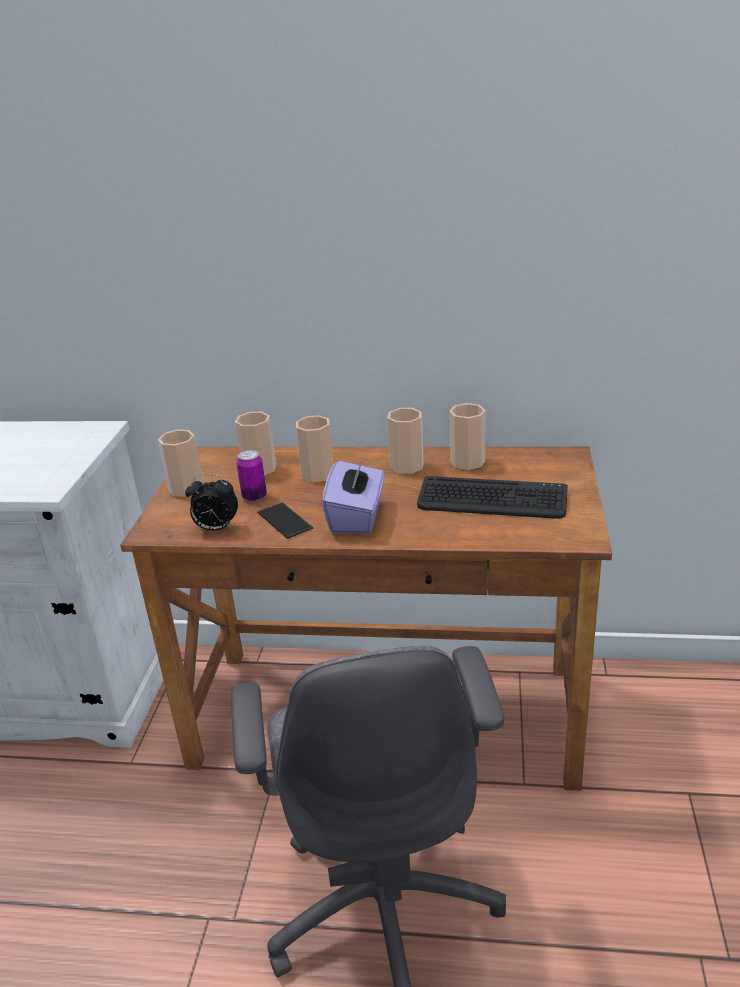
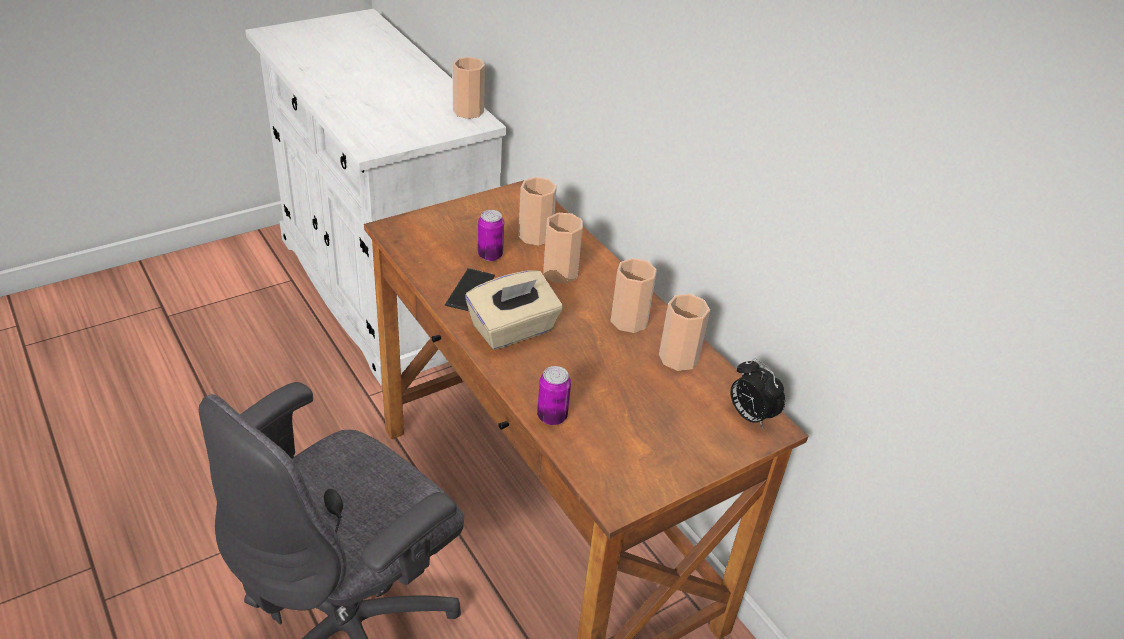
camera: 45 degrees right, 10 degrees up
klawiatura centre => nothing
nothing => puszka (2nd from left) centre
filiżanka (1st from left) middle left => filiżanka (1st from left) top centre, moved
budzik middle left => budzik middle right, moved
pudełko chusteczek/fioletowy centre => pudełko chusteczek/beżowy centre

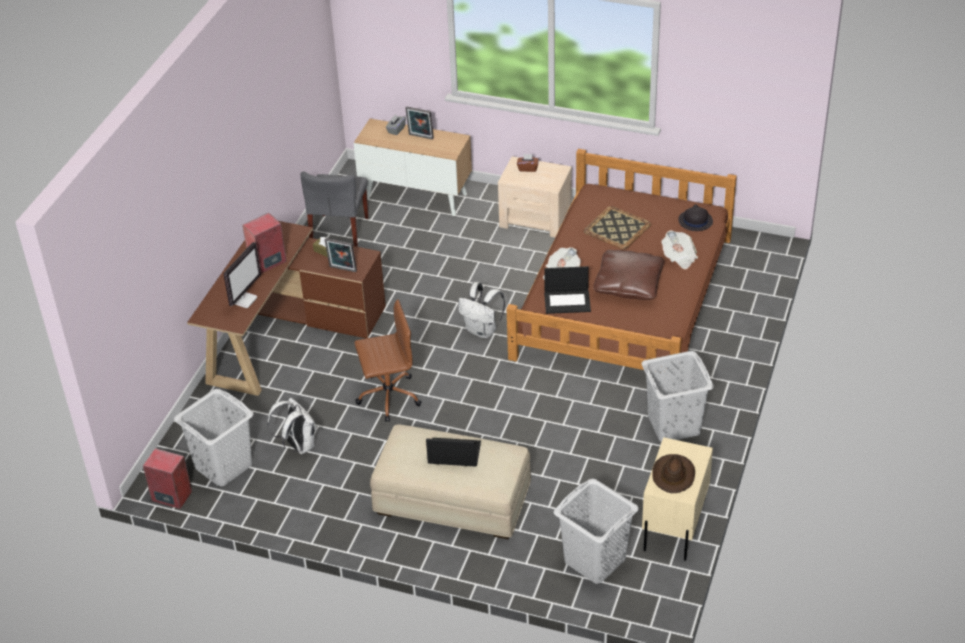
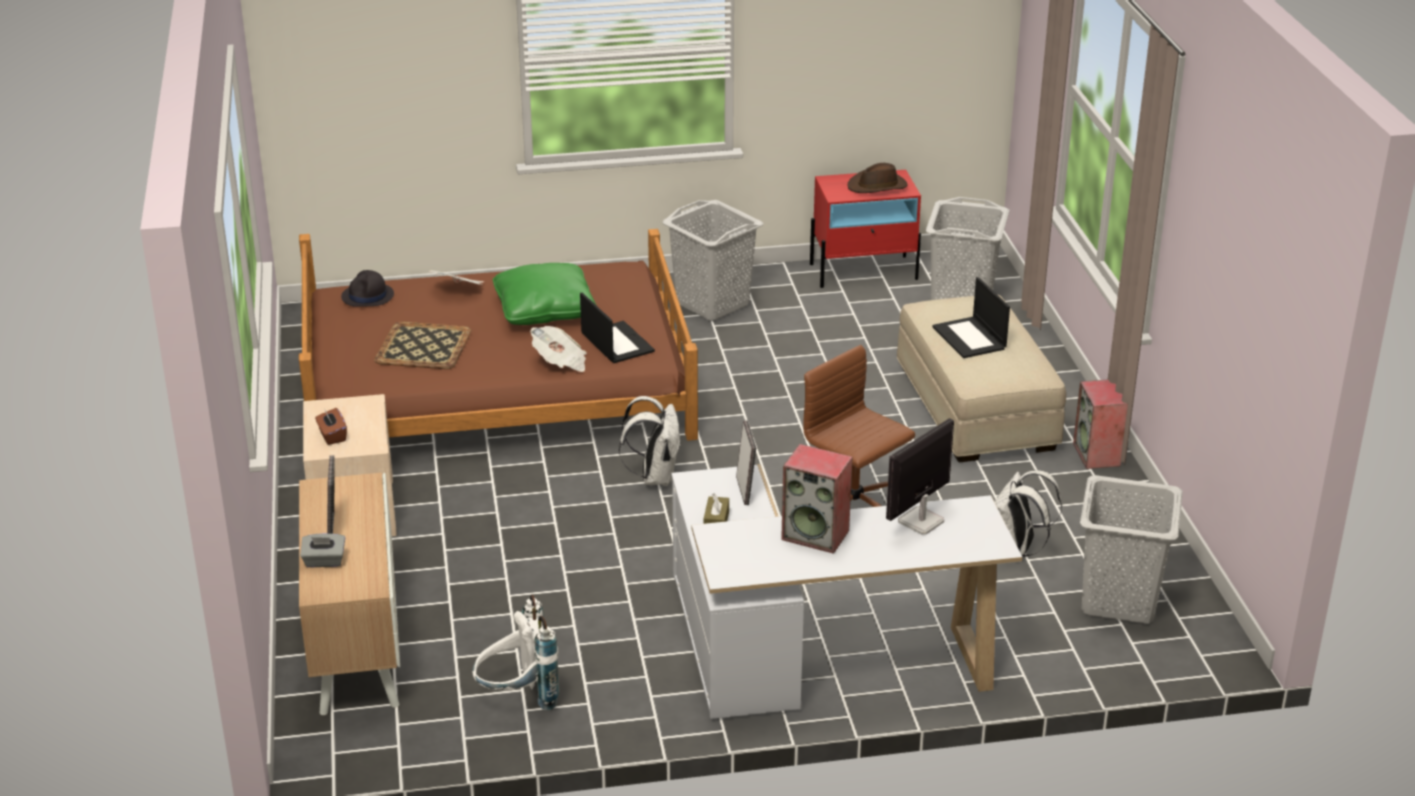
camera: 120 degrees left, 10 degrees down
głośnik (1st from left in the first image) bottom left => głośnik (2nd from left) middle right, moved
krzesło/szary top centre => plecak/biały (1st from left) bottom centre
biurko/brązowy middle left => biurko/biały bottom centre
poduszka/brązowy centre => poduszka/zielony centre
szafka nocna/beżowy (2nd from left) bottom right => szafka nocna/czerwony top centre
monitor middle left => monitor centre, 45 degrees counterclockwise

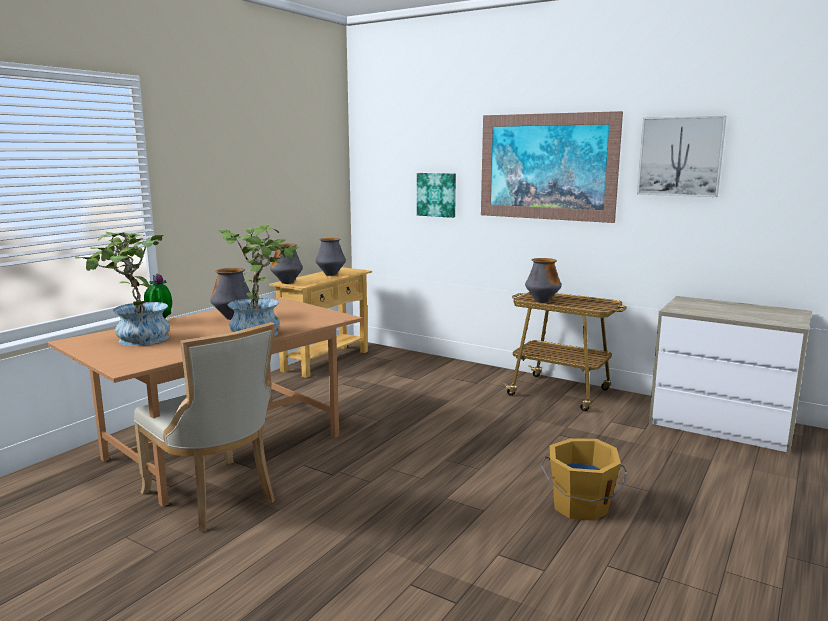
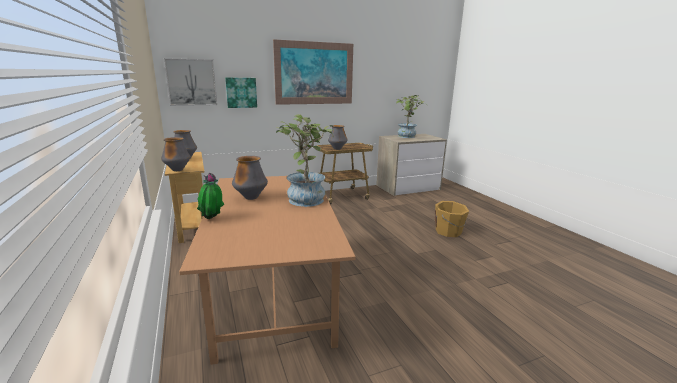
camera: 55 degrees left, 5 degrees up
krzesło/beżowy bottom left => nothing
roślina doniczkowa (1st from left in the first image) middle left => roślina doniczkowa (3rd from left) top centre, moved
obraz (3rd from left in the first image) top right => obraz (1st from left) top left, moved

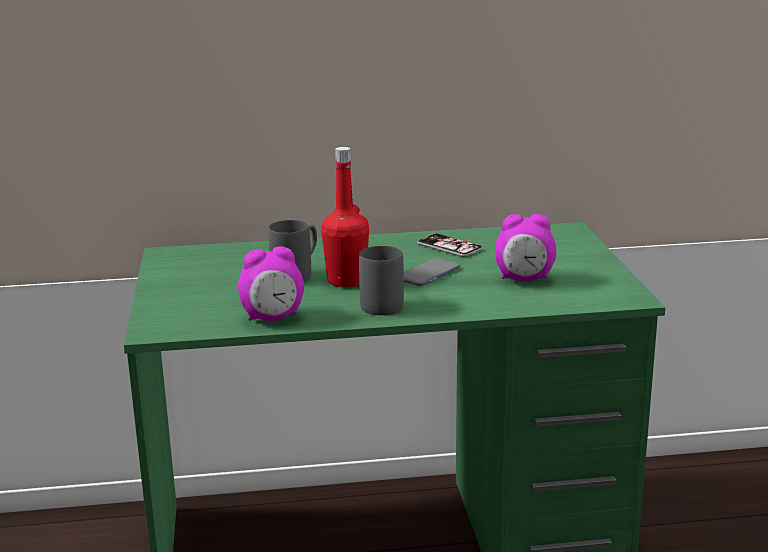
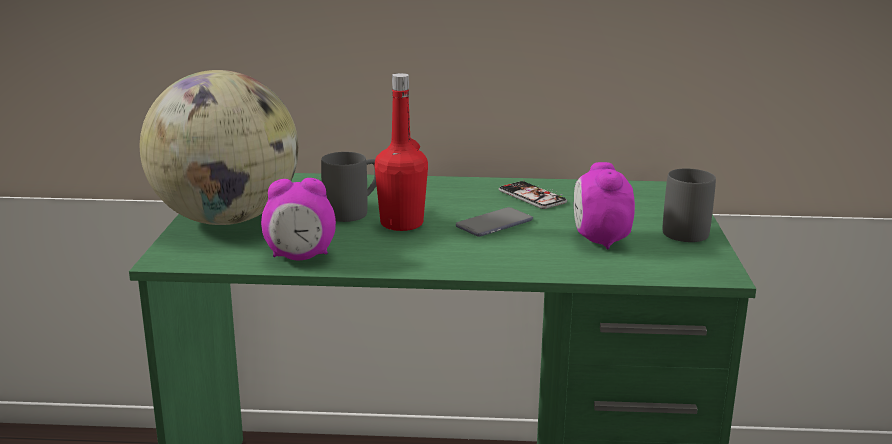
camera: 10 degrees right, 0 degrees up
nothing => globus top left
kubek/szary (2nd from left) centre => kubek/szary (2nd from left) middle right, moved
budzik (2nd from left) middle right, 75 degrees clockwise

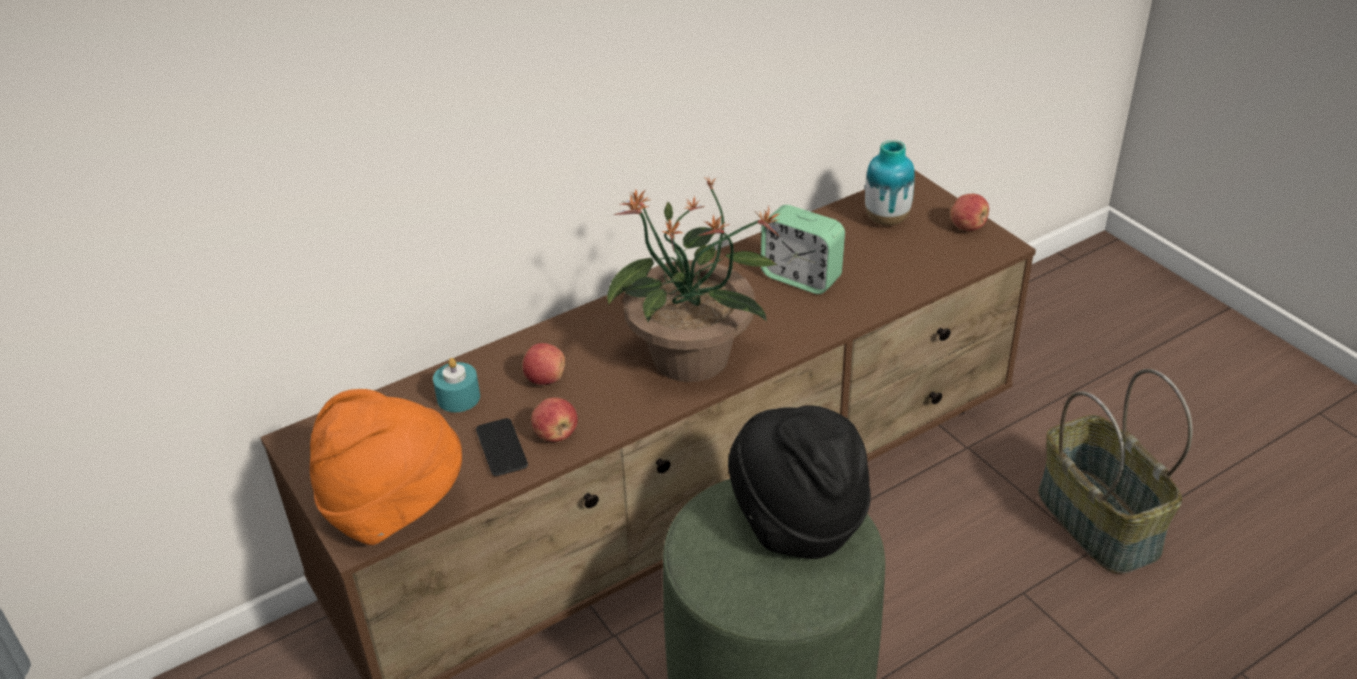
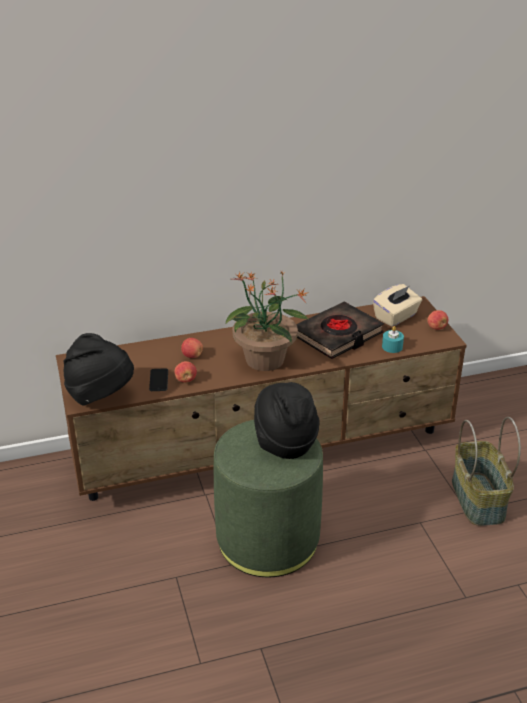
camera: 15 degrees right, 5 degrees down
świeca/turkusowy centre => świeca/turkusowy middle right, moved
budzik centre => książka/czarny centre
wazon top centre => pudełko chusteczek/beżowy middle right
kapelusz/pomarańczowy bottom left => kapelusz/czarny (1st from left) middle left

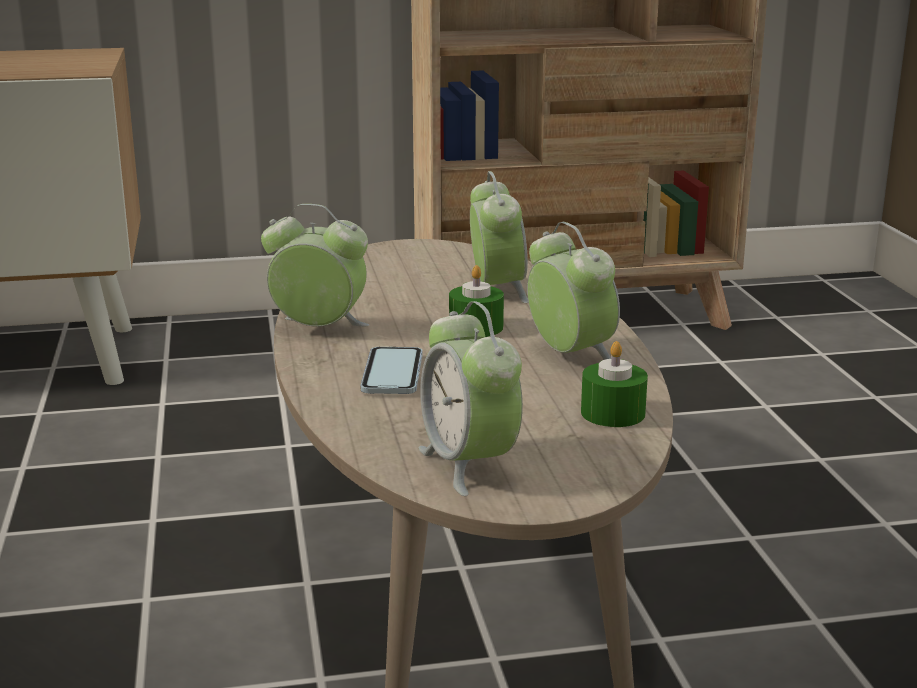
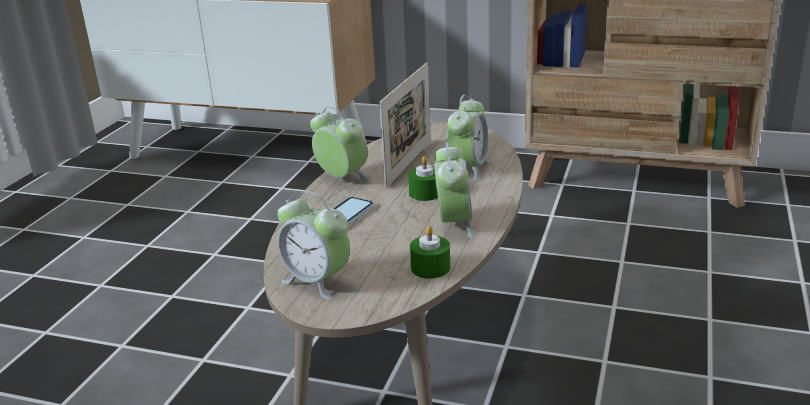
camera: 30 degrees right, 5 degrees up
nothing => ramka na zdjęcie top centre
budzik (2nd from left in the first image) centre => budzik (1st from left) centre, 60 degrees counterclockwise

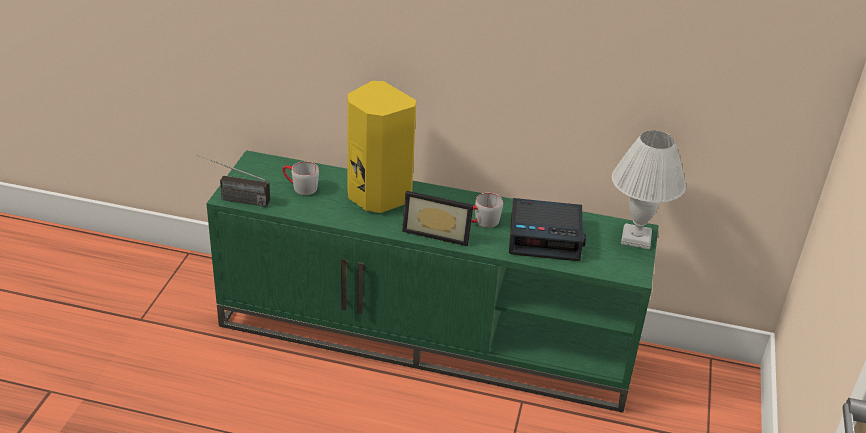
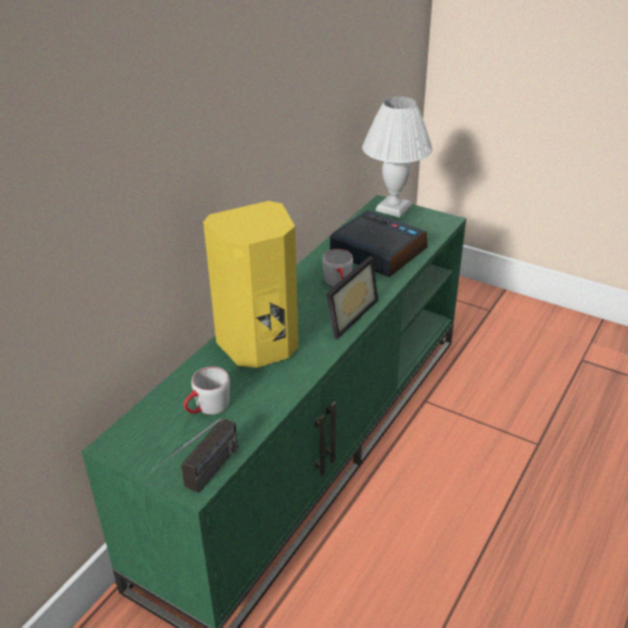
camera: 70 degrees left, 0 degrees up
budzik centre, 75 degrees counterclockwise

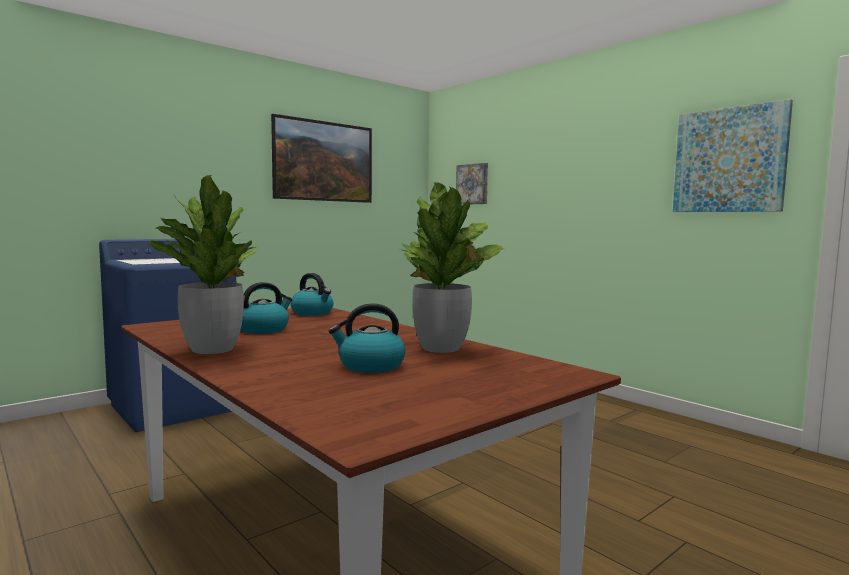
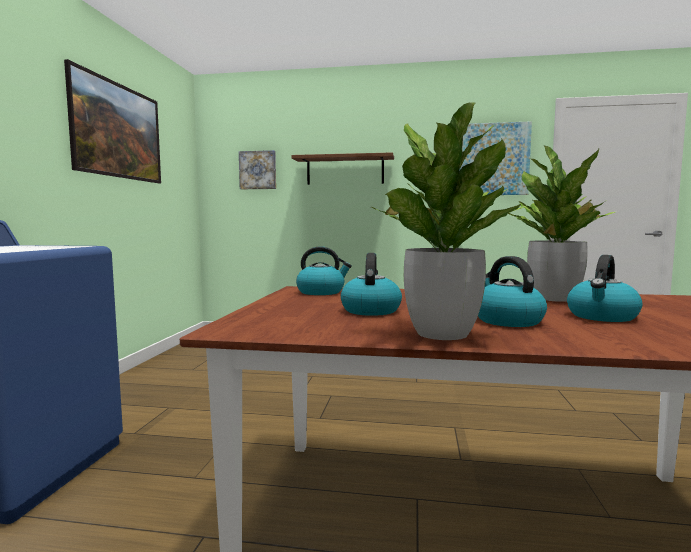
camera: 40 degrees left, 0 degrees up
nothing => półka/brązowy top centre
nothing => czajnik (3rd from left) middle right

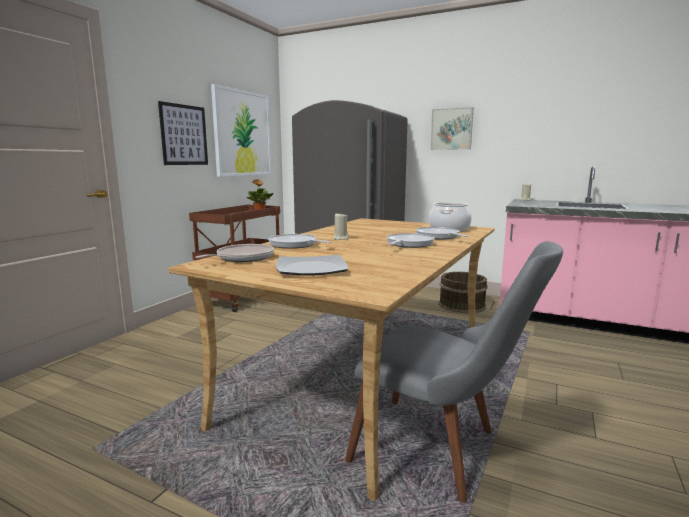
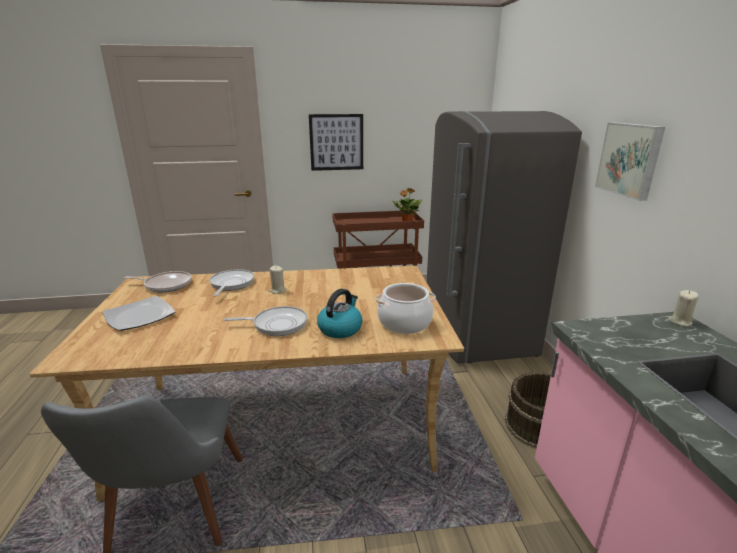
camera: 55 degrees right, 10 degrees up
obraz (2nd from left) top centre => nothing
patelnia (4th from left) centre => czajnik centre

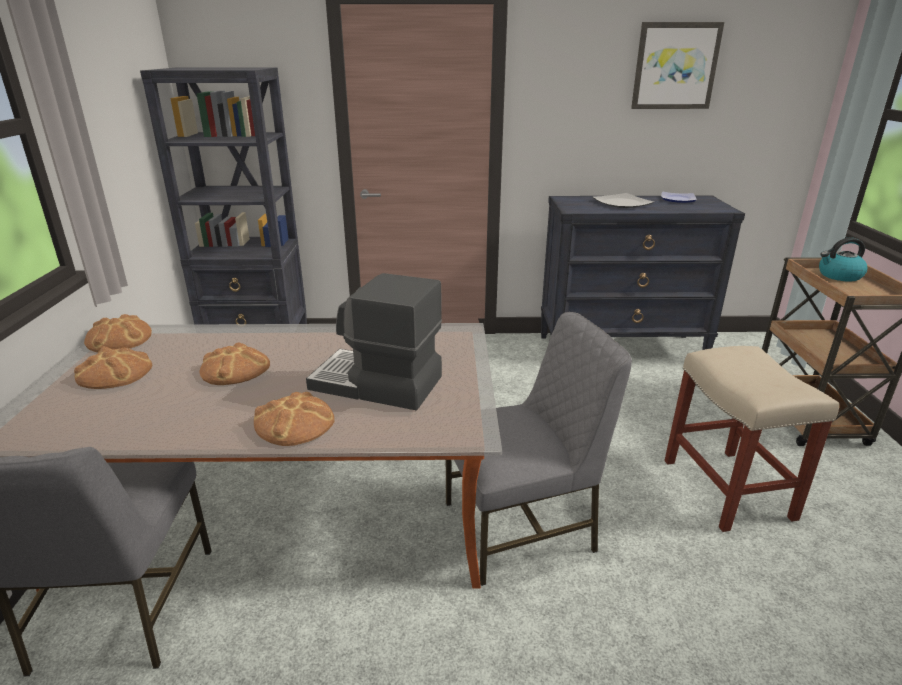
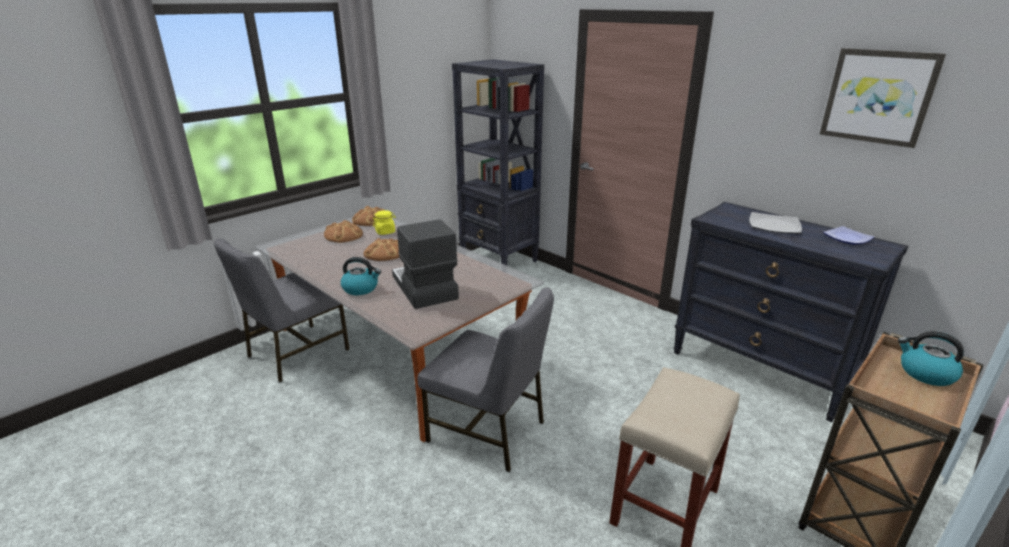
camera: 45 degrees right, 0 degrees up
nothing => słoik/żółty centre
chleb (4th from left) middle left => czajnik (1st from left) centre

